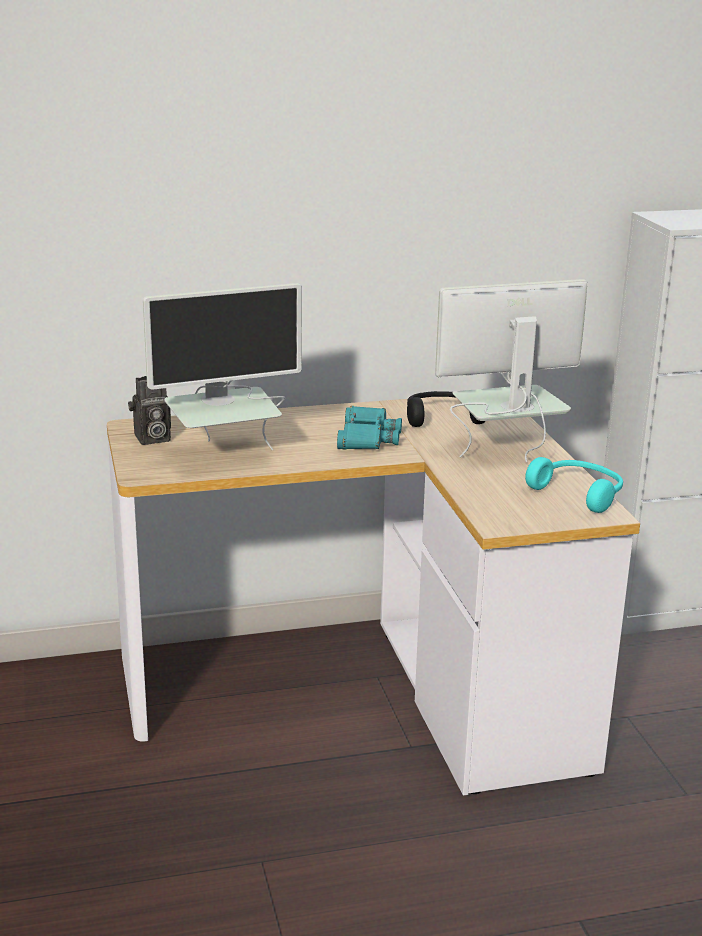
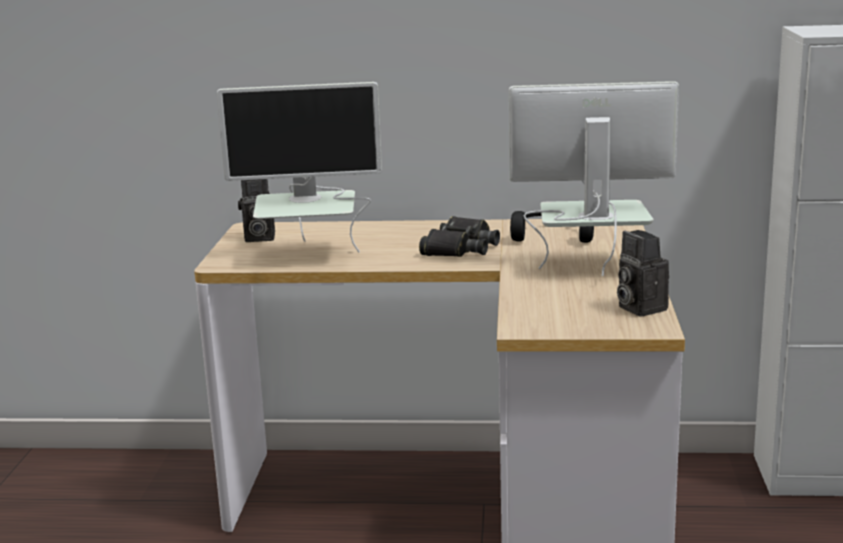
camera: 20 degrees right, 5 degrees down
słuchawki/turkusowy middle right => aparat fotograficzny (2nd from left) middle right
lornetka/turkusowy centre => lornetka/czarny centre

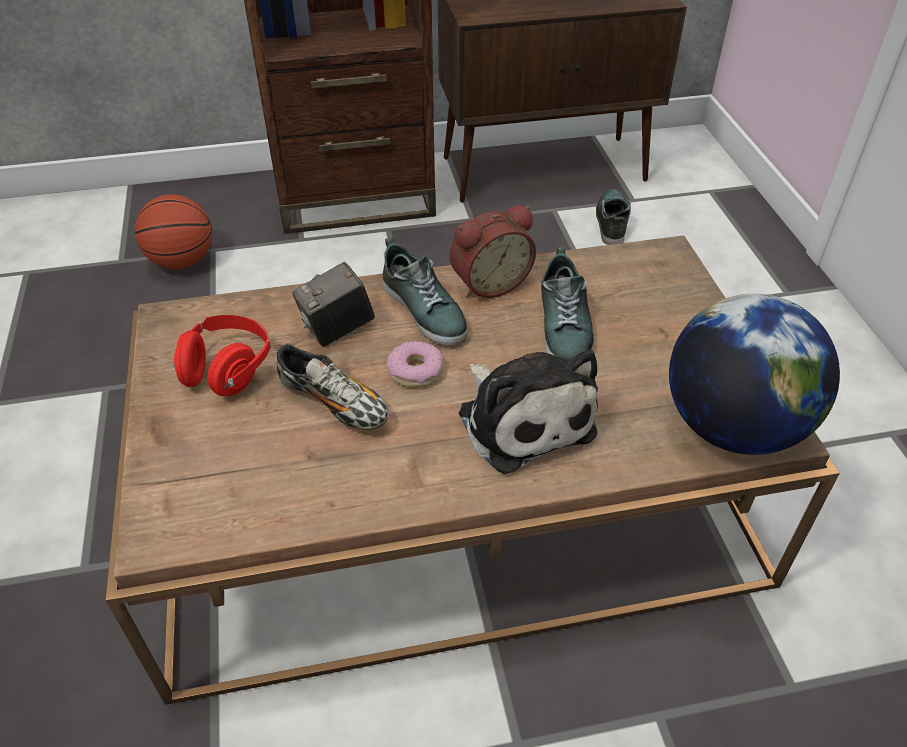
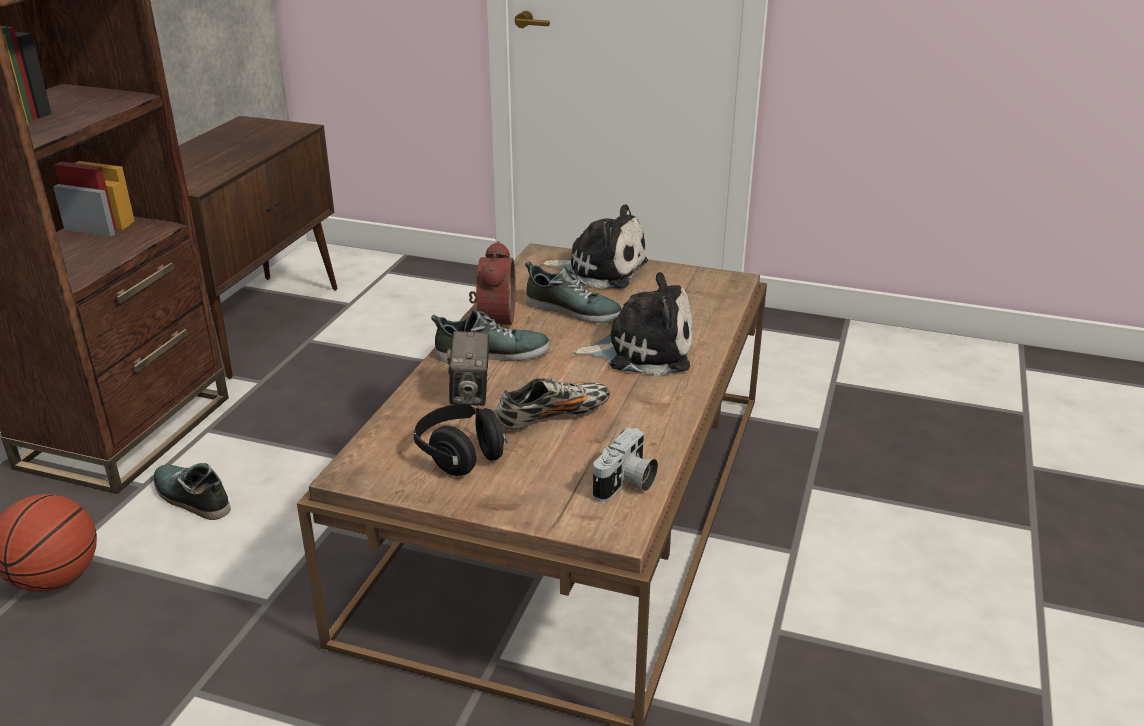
camera: 60 degrees left, 15 degrees down
donut centre => nothing
globus middle right => nothing
nothing => pluszak (1st from left) centre
nothing => aparat fotograficzny (2nd from left) centre
but (4th from left in the first image) top right => but (1st from left) bottom left, moved
słuchawki/czerwony middle left => słuchawki/czarny centre

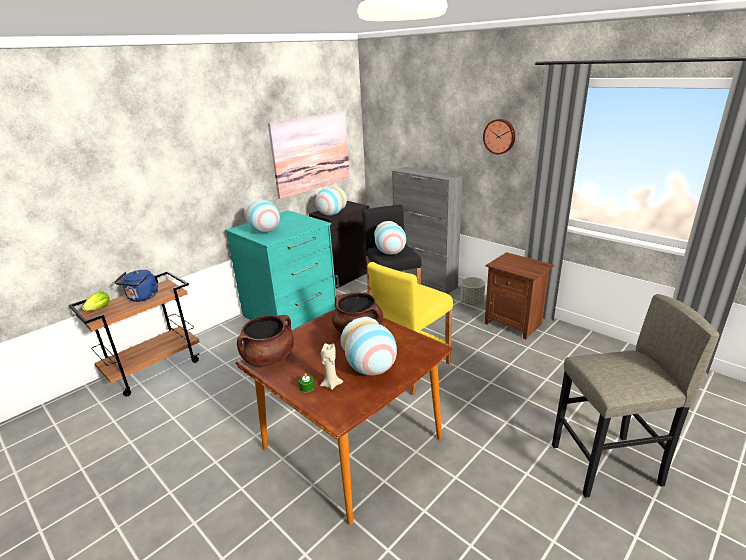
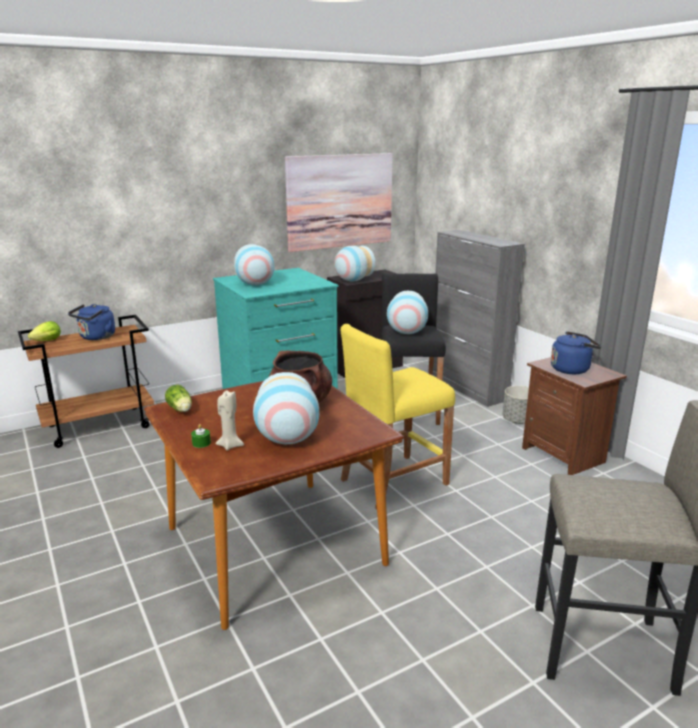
camera: 15 degrees right, 5 degrees down
zegar ścienny top right => nothing
nothing => czajnik/niebieski (2nd from left) middle right
garnek/brązowy (1st from left) centre => sałata (2nd from left) middle left

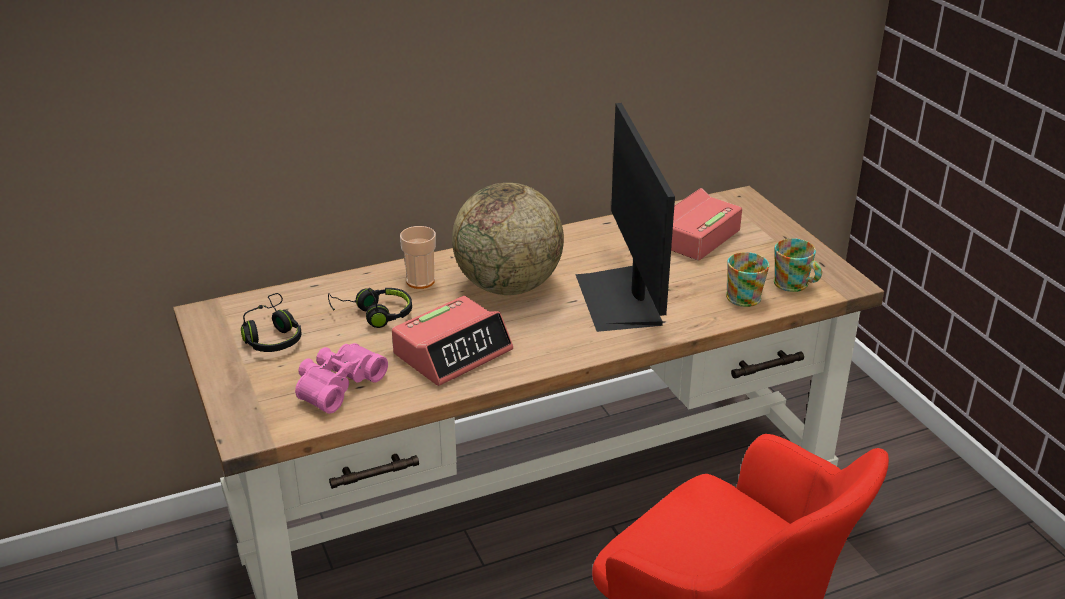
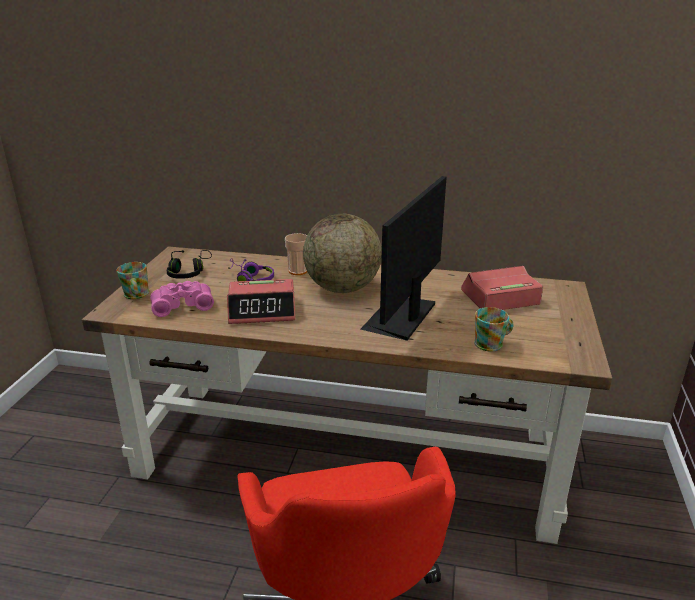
camera: 35 degrees right, 5 degrees down
kubek (2nd from left in the first image) middle right => kubek (1st from left) middle left, moved
słuchawki/czarny (2nd from left) centre => słuchawki/fioletowy centre

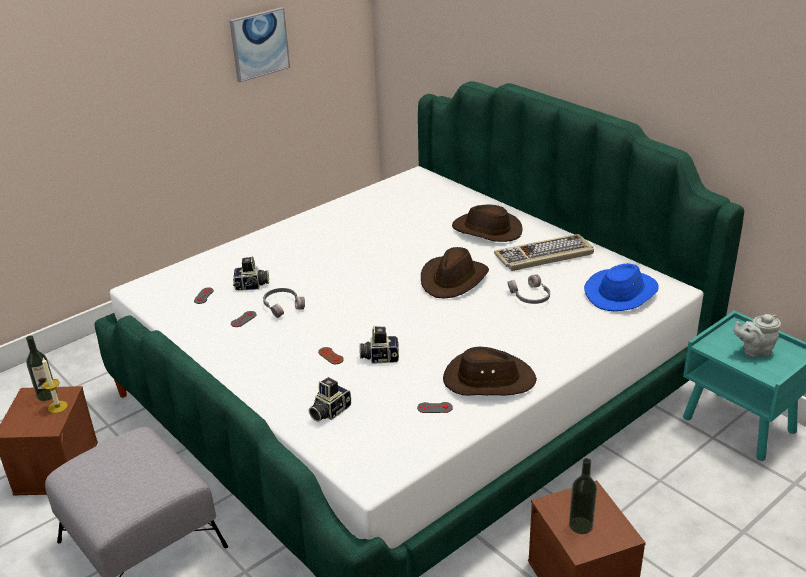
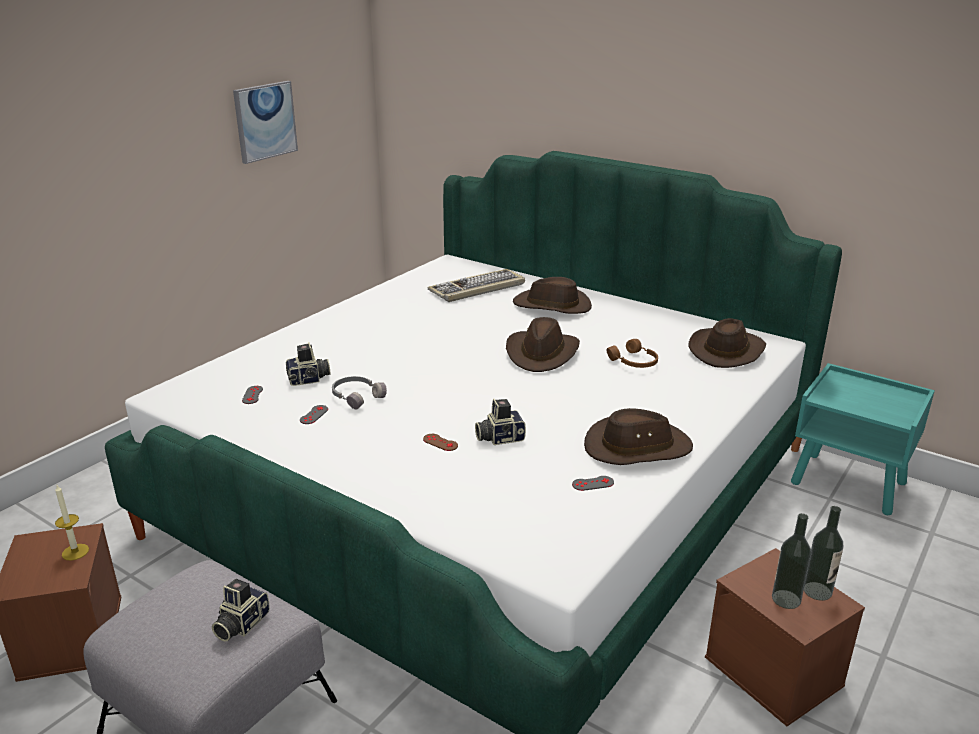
camera: 15 degrees left, 5 degrees down
imbryk/szary middle right => nothing
butelka (1st from left in the first image) middle left => butelka (2nd from left) bottom right, moved
aparat fotograficzny (2nd from left in the first image) bottom centre => aparat fotograficzny (1st from left) bottom left, moved
klawiatura middle right => klawiatura centre, moved
słuchawki/szary (2nd from left) centre => słuchawki/brązowy centre
kapelusz/niebieski middle right => kapelusz/brązowy (4th from left) middle right

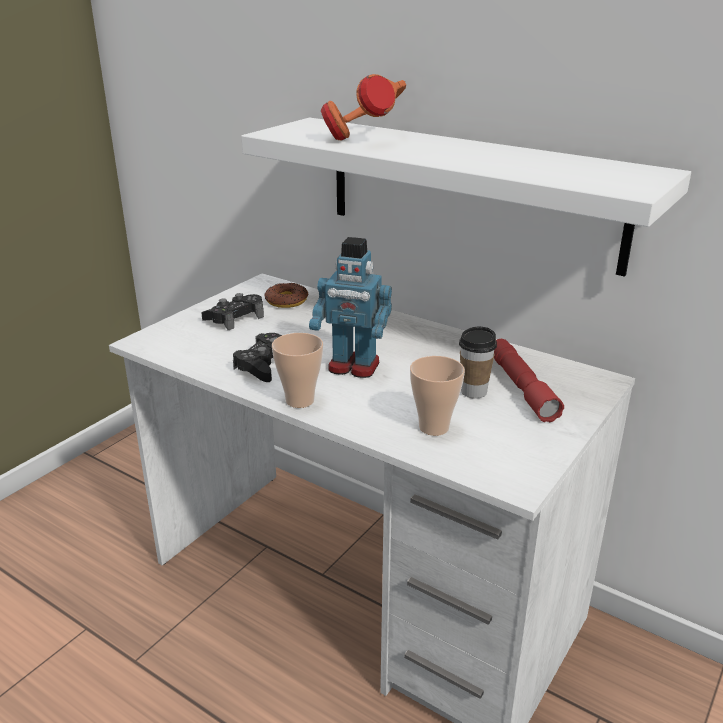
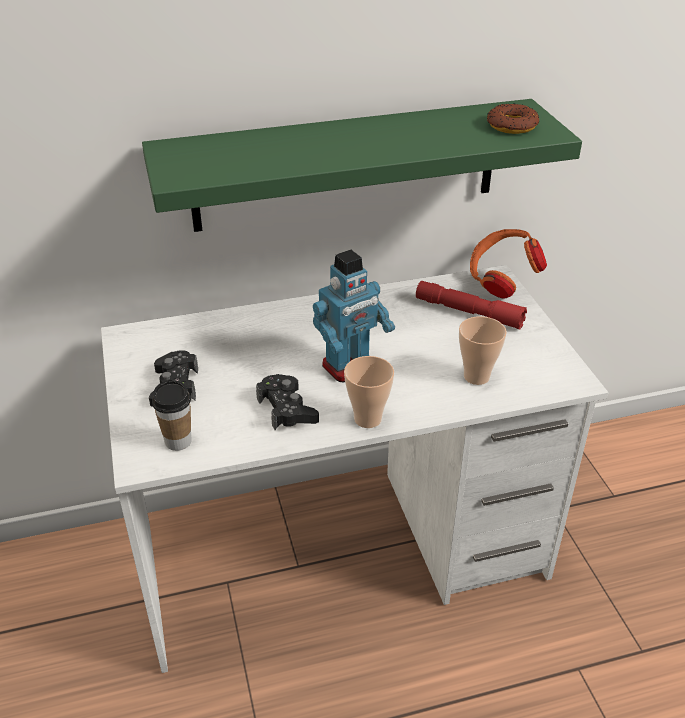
camera: 50 degrees left, 10 degrees up
donut centre => donut top right, moved
słuchawki/pomarańczowy top centre => słuchawki/pomarańczowy middle right, moved
filiżanka (3rd from left in the first image) centre => filiżanka (1st from left) middle left, moved
półka/biały top centre => półka/zielony top centre

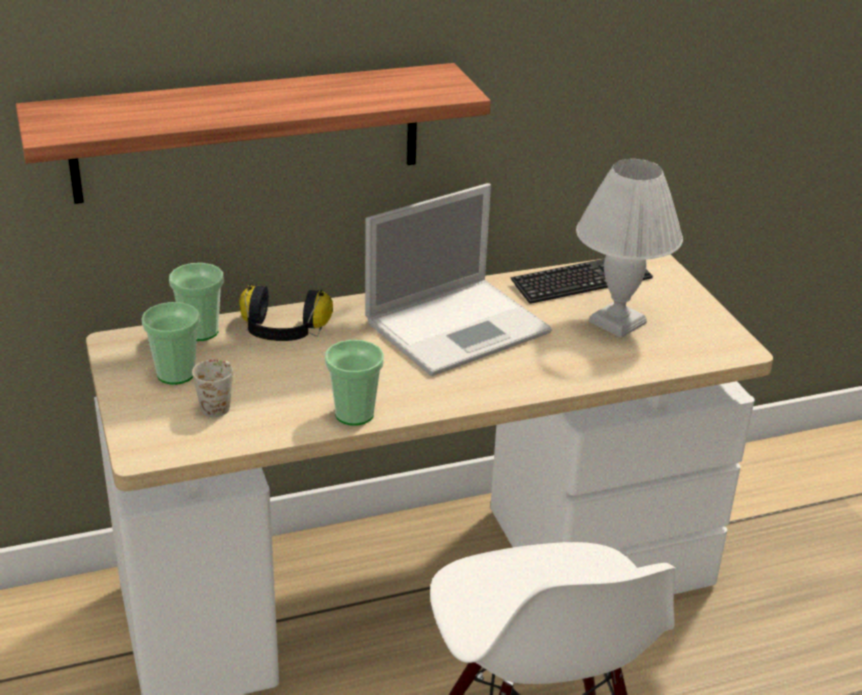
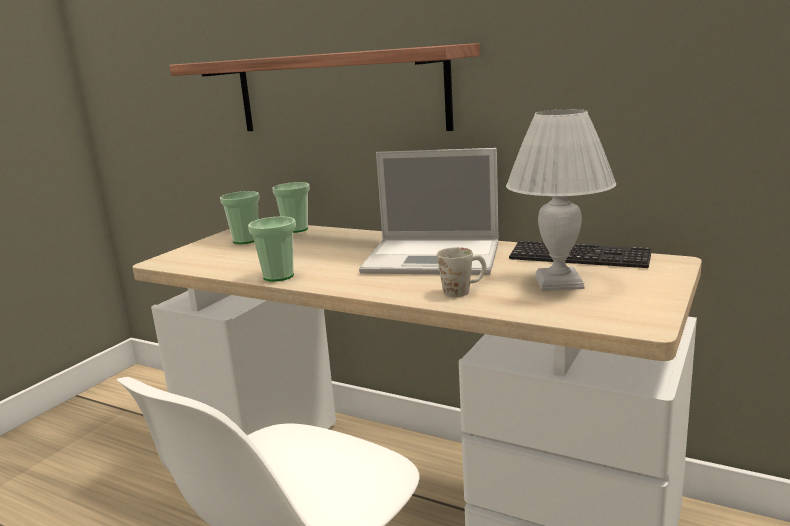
camera: 50 degrees right, 15 degrees down
słuchawki middle left => nothing
kubek/biały middle left => kubek/biały centre, moved

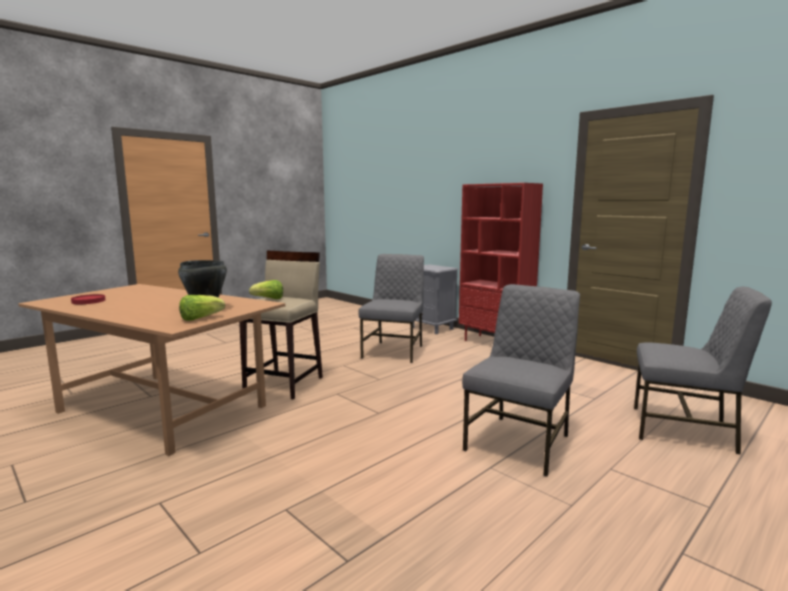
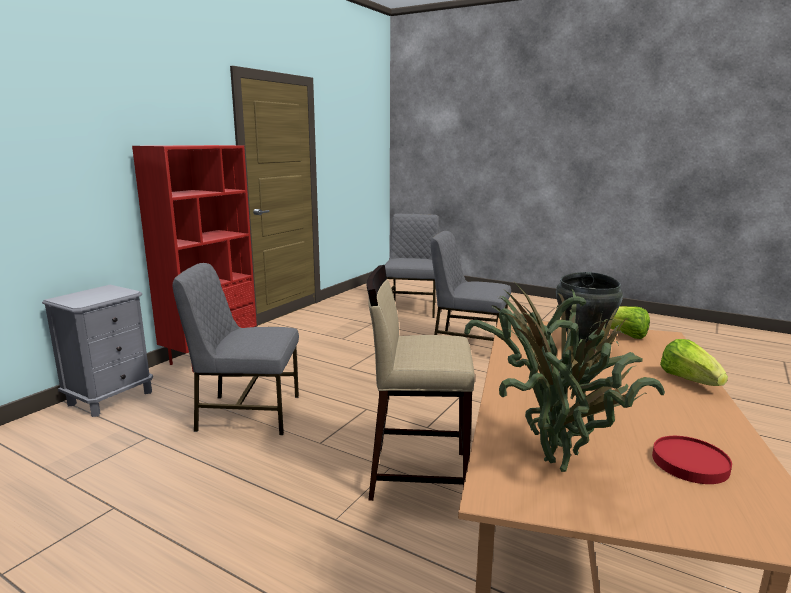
camera: 105 degrees left, 5 degrees up
nothing => roślina doniczkowa middle right
sałata (2nd from left) centre => sałata (2nd from left) middle right, moved

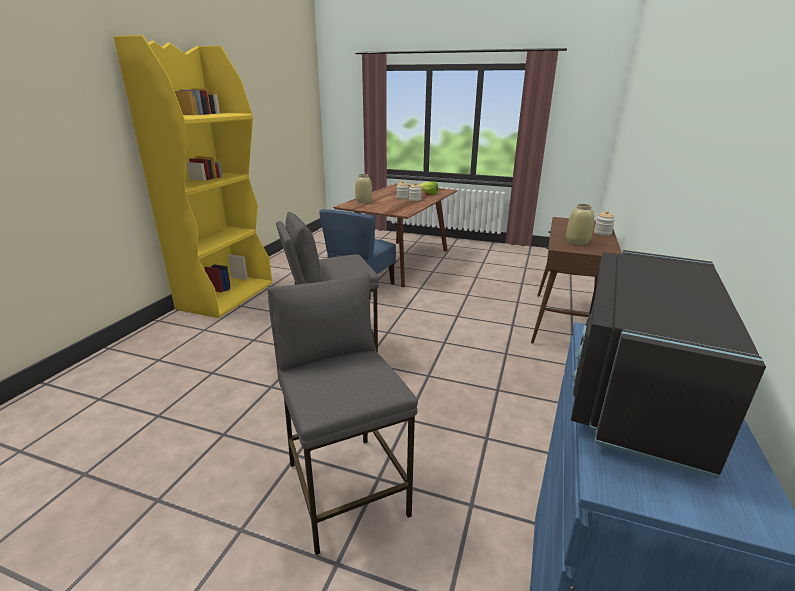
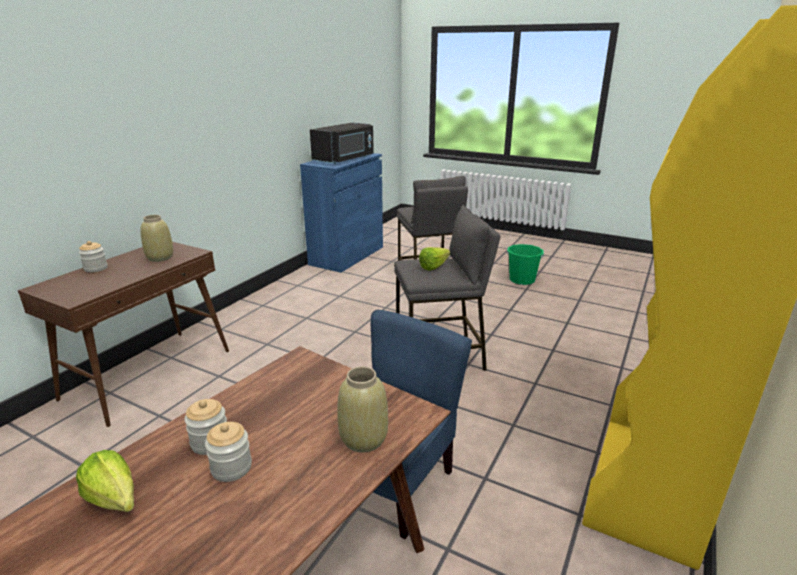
camera: 170 degrees left, 0 degrees up
nothing => sałata (2nd from left) centre
nothing => wiadro/zielony centre

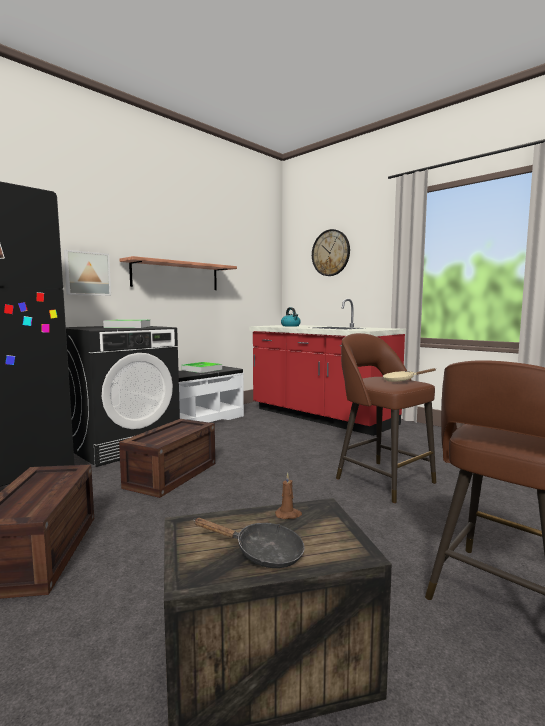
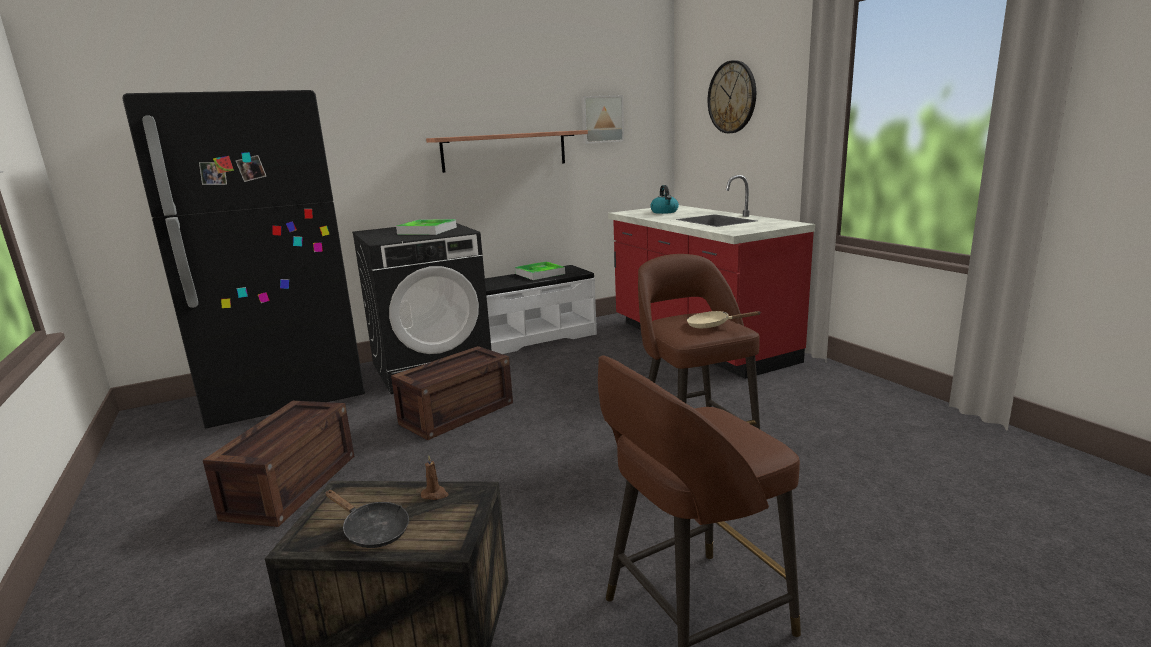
camera: 20 degrees right, 10 degrees up
obraz middle left => obraz top centre, moved

